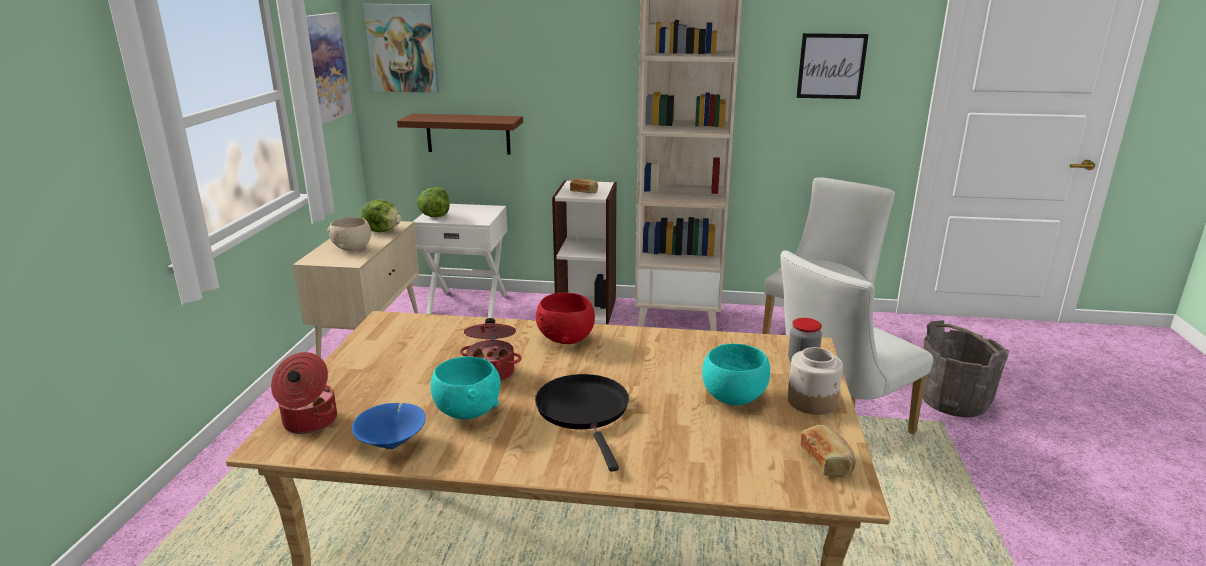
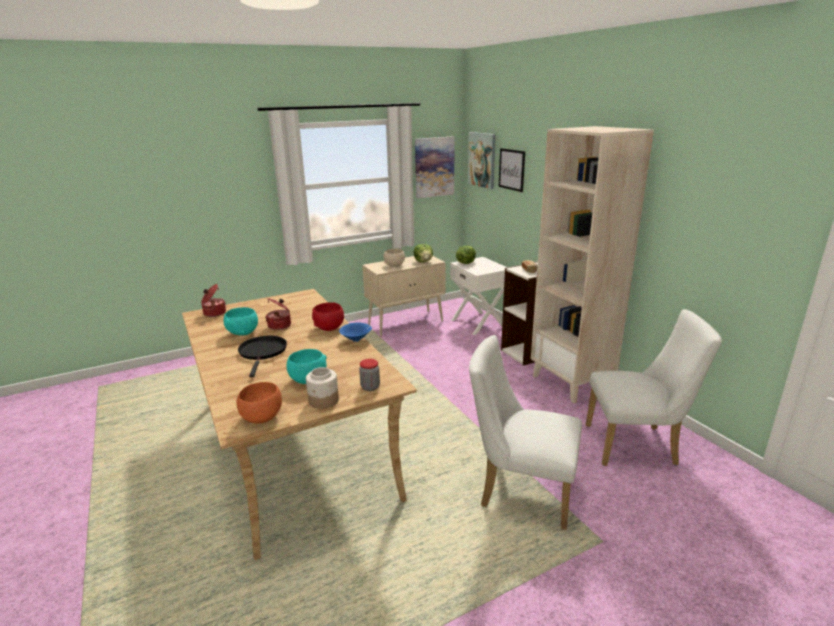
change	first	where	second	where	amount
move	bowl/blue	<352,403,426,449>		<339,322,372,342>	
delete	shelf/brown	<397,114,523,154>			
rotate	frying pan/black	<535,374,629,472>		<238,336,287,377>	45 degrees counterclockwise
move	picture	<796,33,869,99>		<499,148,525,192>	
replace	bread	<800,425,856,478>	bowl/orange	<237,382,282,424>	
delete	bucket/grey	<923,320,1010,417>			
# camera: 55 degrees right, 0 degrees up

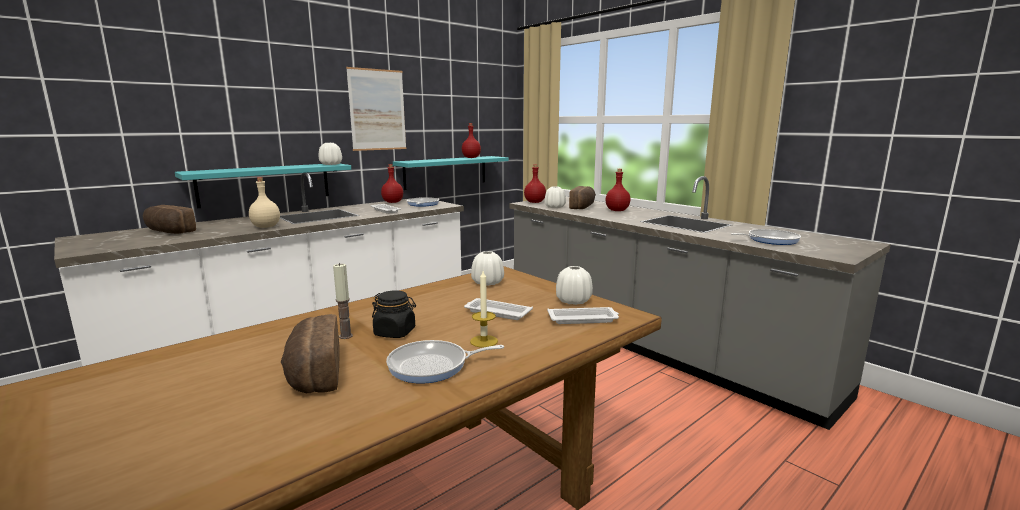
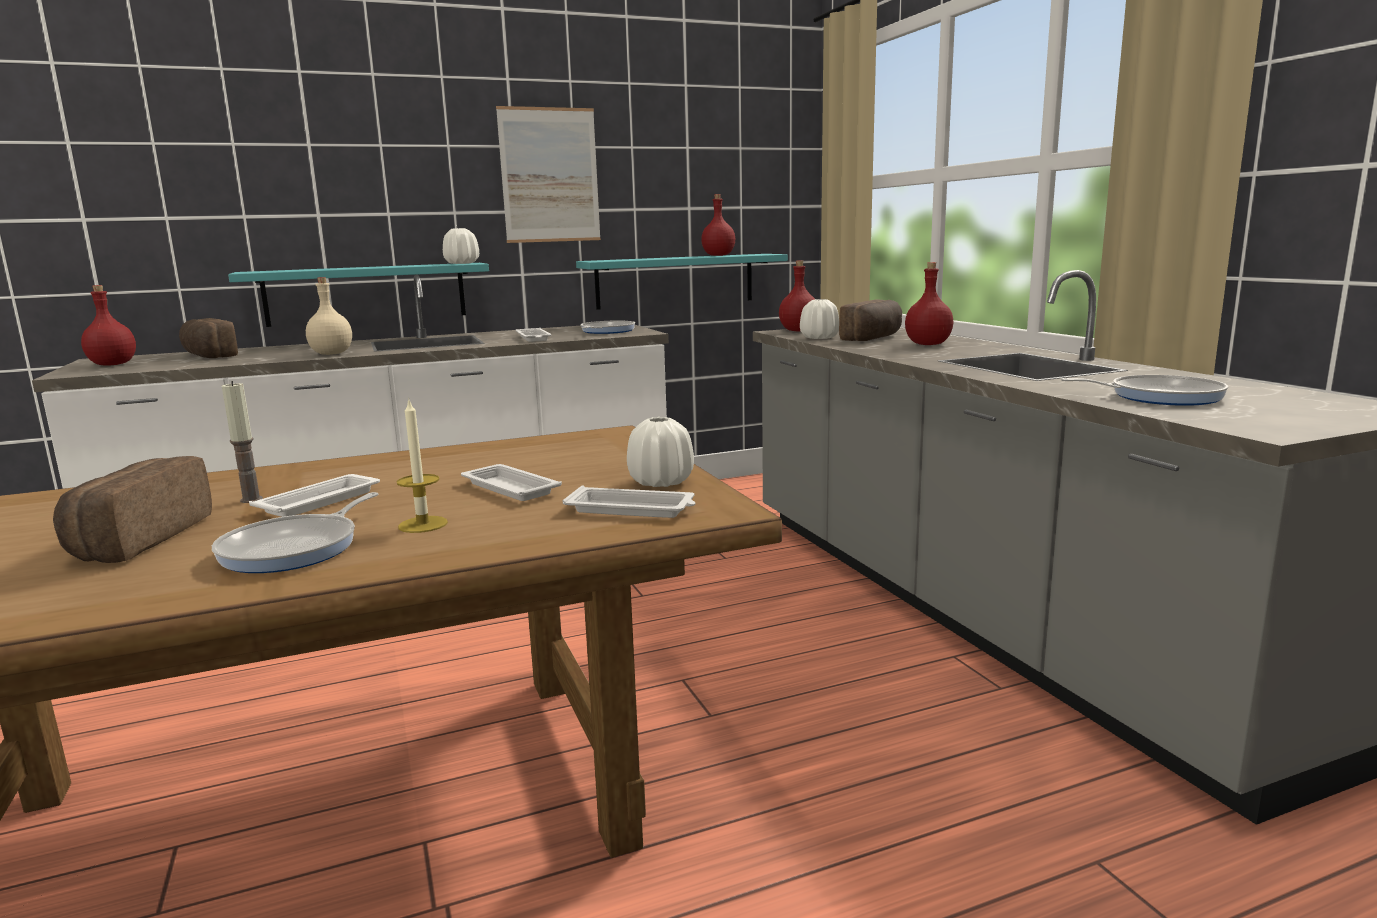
change	first	where	second	where	amount
replace	jar/black	<372,290,416,338>	tray/white	<249,474,380,517>	
move	bottle/red	<381,164,403,203>		<81,285,136,365>	
rotate	frying pan	<386,340,504,384>		<212,492,379,573>	75 degrees counterclockwise
delete	vase/white	<471,251,504,286>			
# camera: 20 degrees right, 0 degrees up

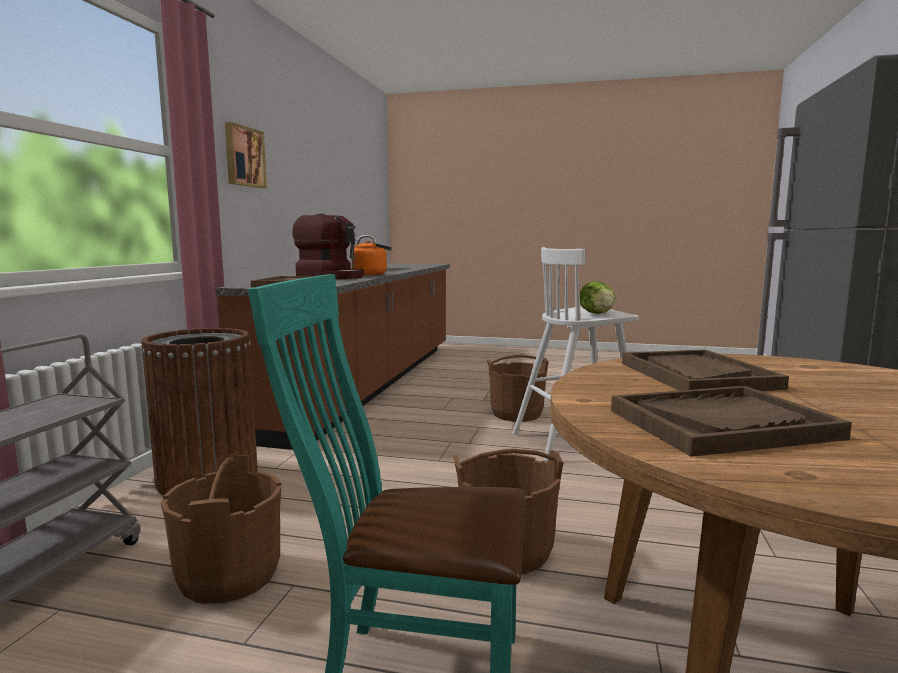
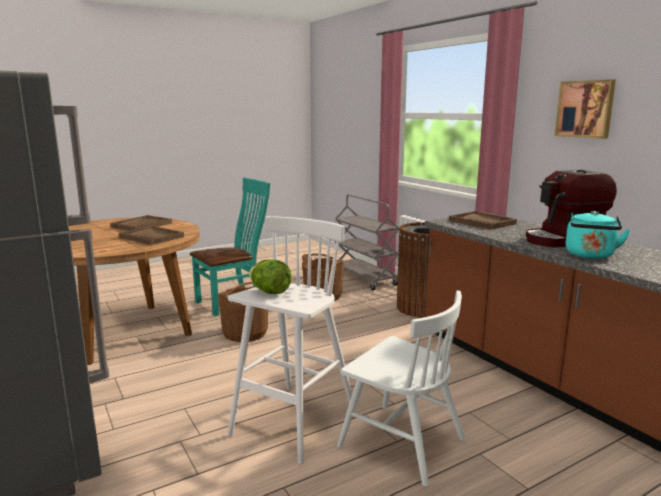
change	first	where	second	where	amount
recolor	kettle/orange	<352,241,392,275>	kettle/turquoise	<566,211,631,259>	
replace	bucket/brown	<487,355,549,422>	chair/white	<337,290,466,486>	
# camera: 135 degrees right, 5 degrees up

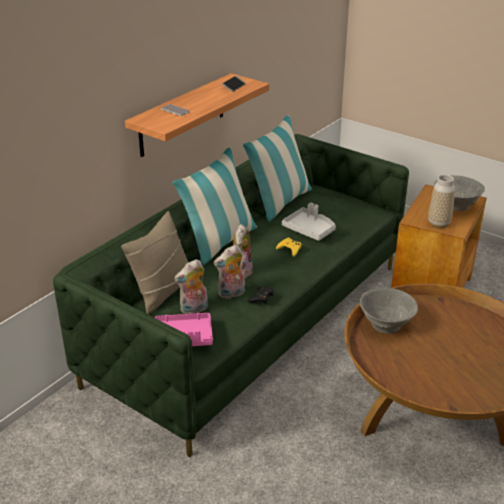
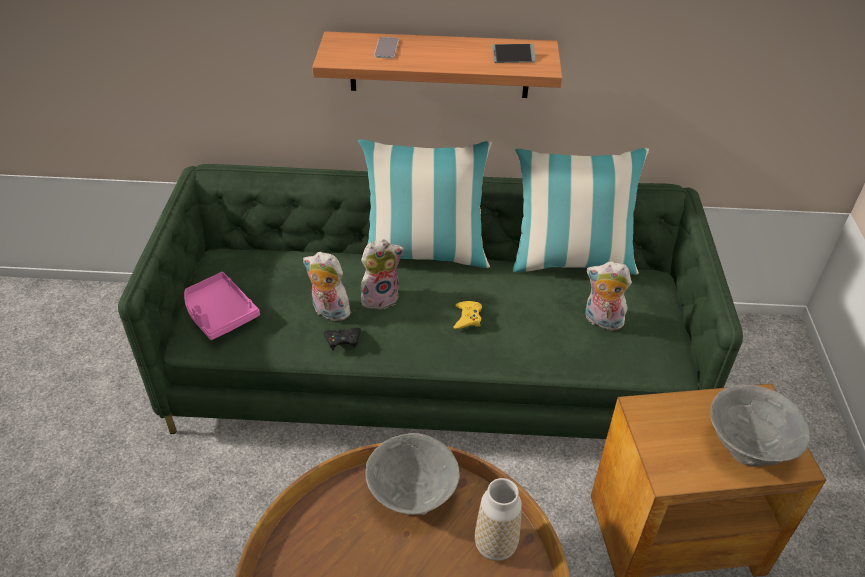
change	first	where	second	where	amount
delete	pillow/beige	<121,211,188,314>			
move	plush toy	<174,259,208,314>		<586,261,632,330>	
delete	tray/grey	<282,203,336,241>			
move	vase	<428,175,455,228>		<475,478,522,561>	
# camera: 55 degrees right, 10 degrees up

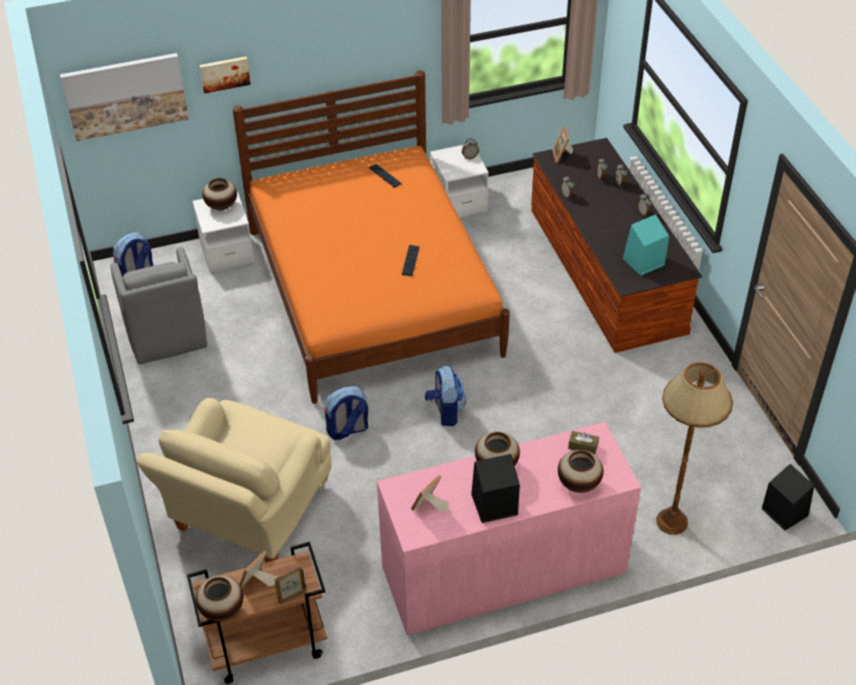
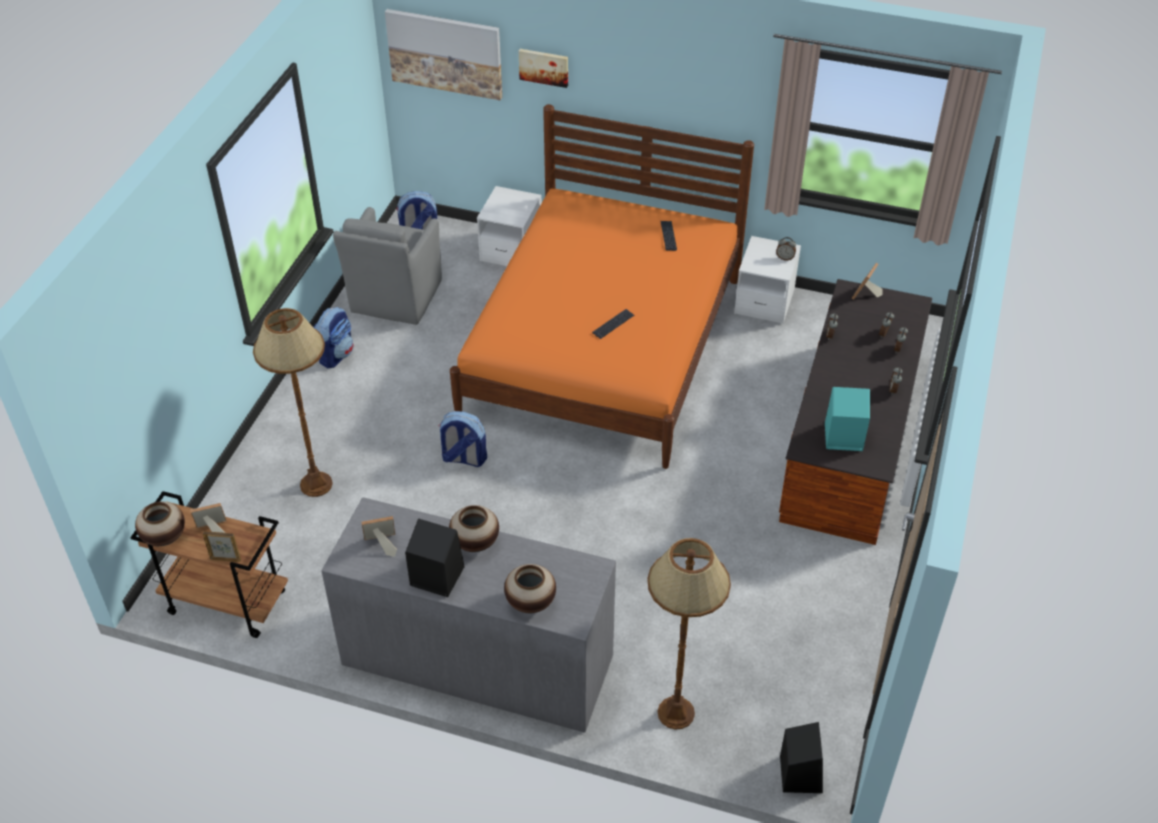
change	first	where	second	where	amount
replace	armchair/beige	<137,398,331,563>	floor lamp/brown	<253,308,333,497>	
delete	vase	<202,178,237,211>			
recolor	dresser/pink	<377,422,641,635>	dresser/grey	<321,497,616,733>	
move	backpack	<425,366,466,426>		<313,307,354,368>	
delete	tissue box/brown	<568,431,599,454>			
# camera: 35 degrees right, 0 degrees up

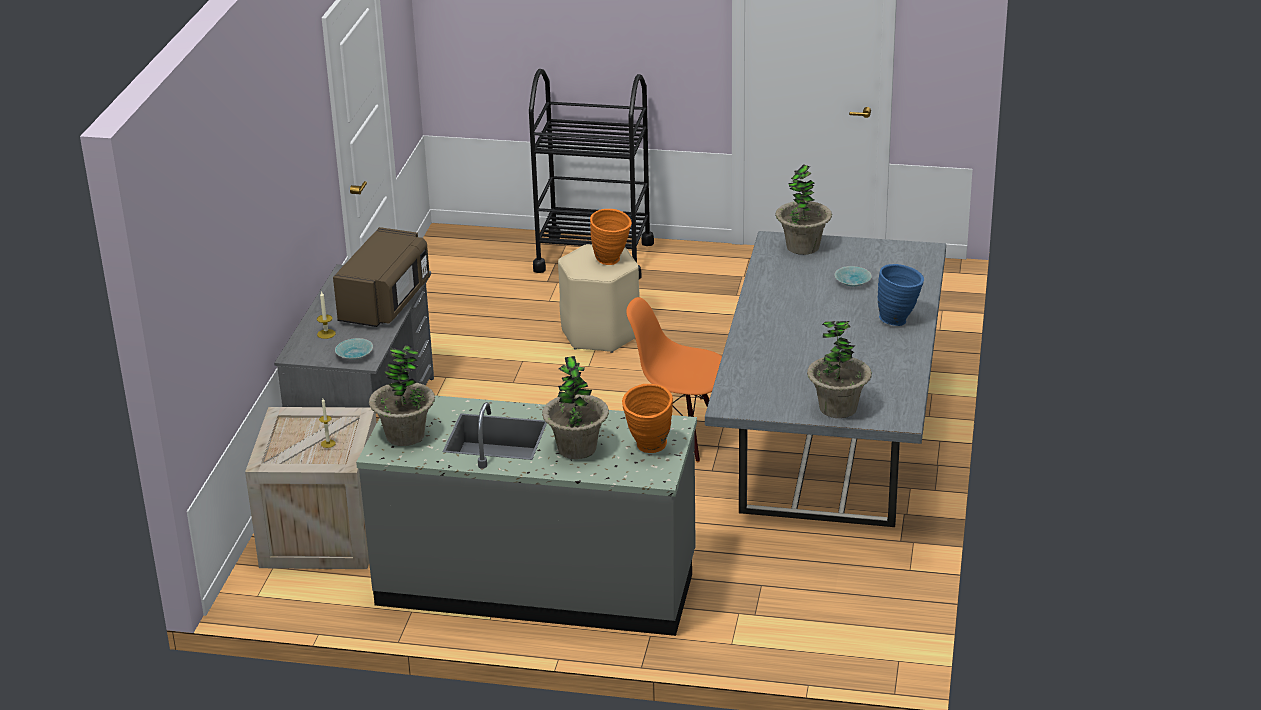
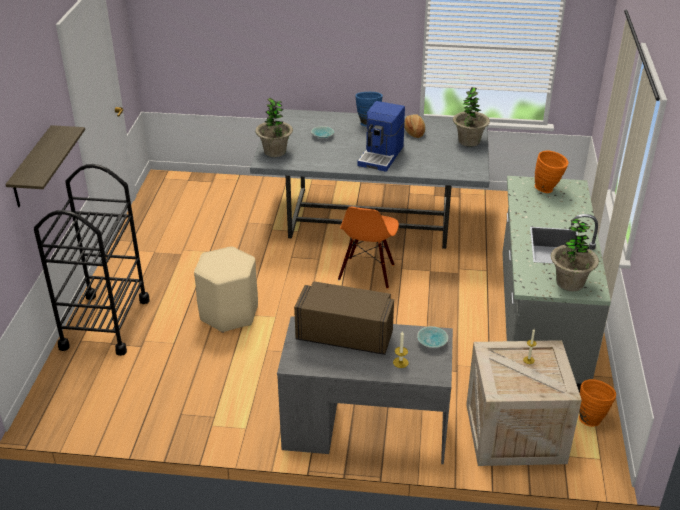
change	first	where	second	where	amount
delete	potted plant	<542,356,609,459>			
move	vase/orange	<590,209,632,265>		<579,379,616,427>	
insert			shelf	<5,125,85,207>	
insert			coffee machine	<357,101,405,172>	
insert			bread	<404,114,425,138>	
# camera: 95 degrees left, 5 degrees up

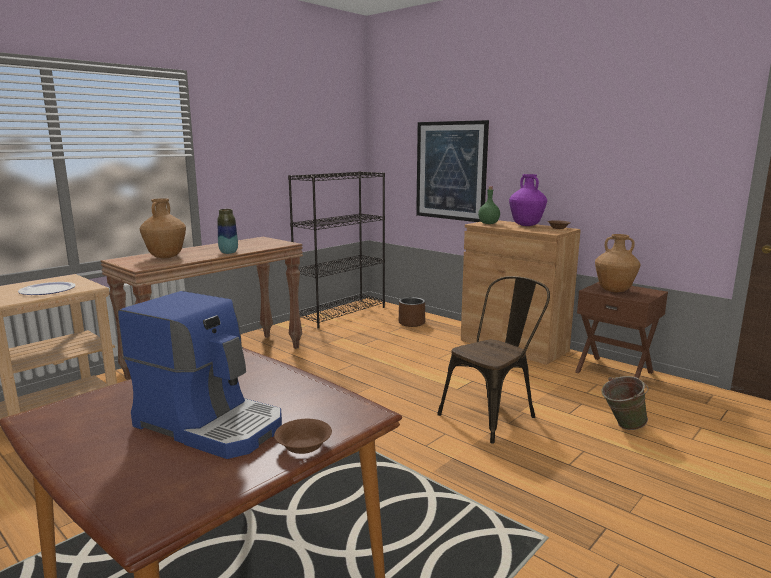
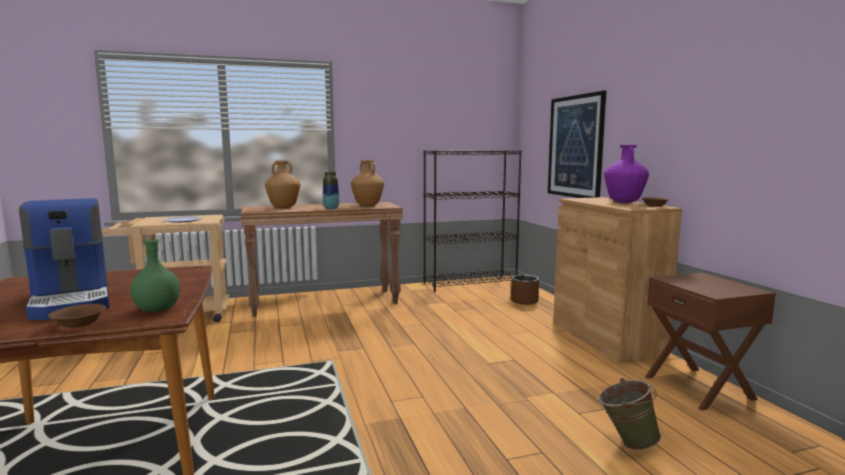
change	first	where	second	where	amount
delete	chair/brown	<437,276,550,444>			
move	bottle/green	<478,187,500,224>		<130,234,180,312>	
move	vase/brown	<595,234,641,292>		<351,160,384,206>	
# camera: 30 degrees right, 5 degrees down

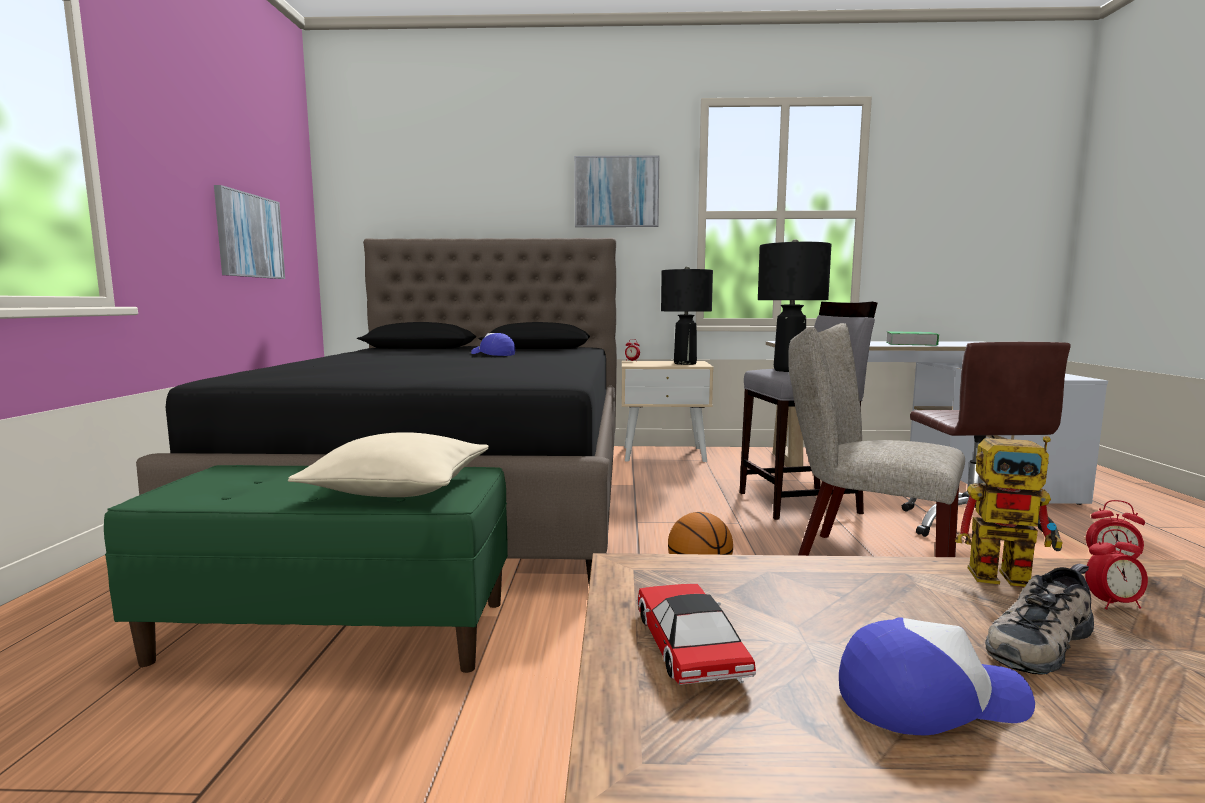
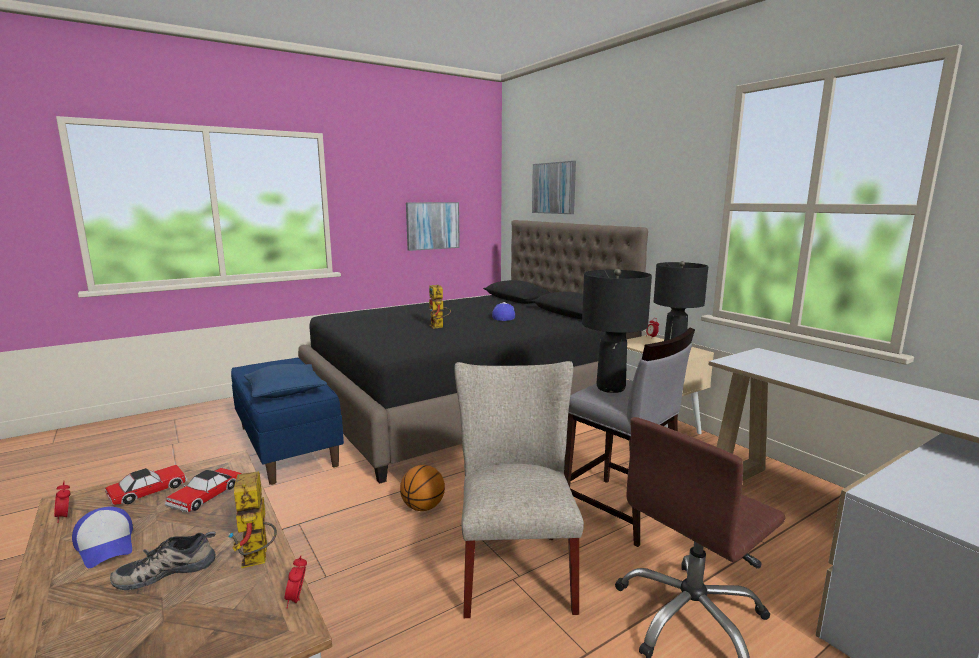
change	first	where	second	where	amount
recolor	bench/green	<104,465,508,673>	bench/blue	<231,358,344,485>	
recolor	pillow/beige	<288,432,489,497>	pillow/blue	<244,364,327,398>	
move	picture	<574,155,659,227>		<532,161,576,214>	
delete	book	<886,331,939,346>			
rotate	shoe	<985,564,1094,675>		<110,531,216,590>	45 degrees counterclockwise
move	alarm clock	<1085,529,1148,610>		<54,481,70,523>	
insert			toy car	<165,468,242,512>	
insert			toy robot	<429,285,451,329>	
# camera: 55 degrees right, 5 degrees up

